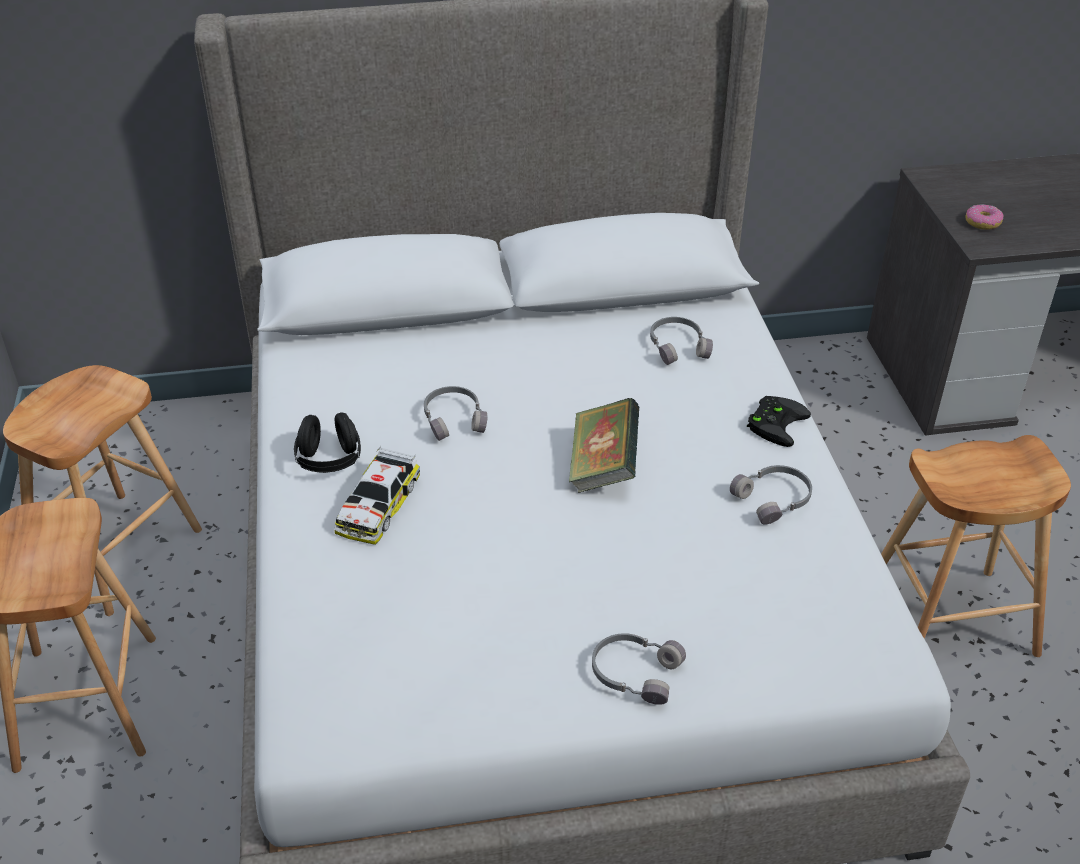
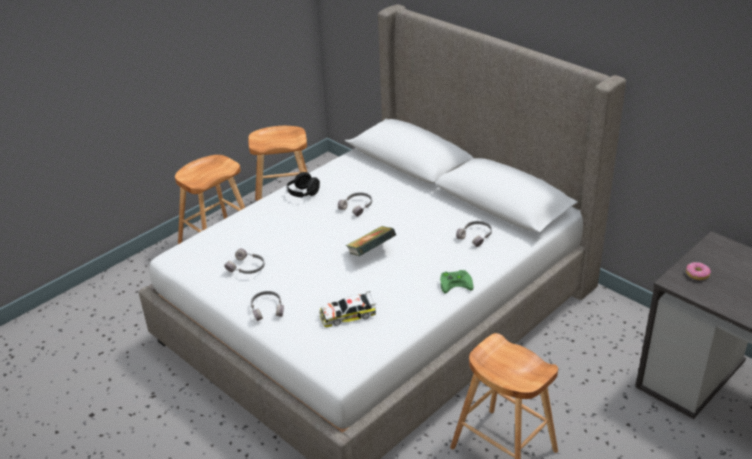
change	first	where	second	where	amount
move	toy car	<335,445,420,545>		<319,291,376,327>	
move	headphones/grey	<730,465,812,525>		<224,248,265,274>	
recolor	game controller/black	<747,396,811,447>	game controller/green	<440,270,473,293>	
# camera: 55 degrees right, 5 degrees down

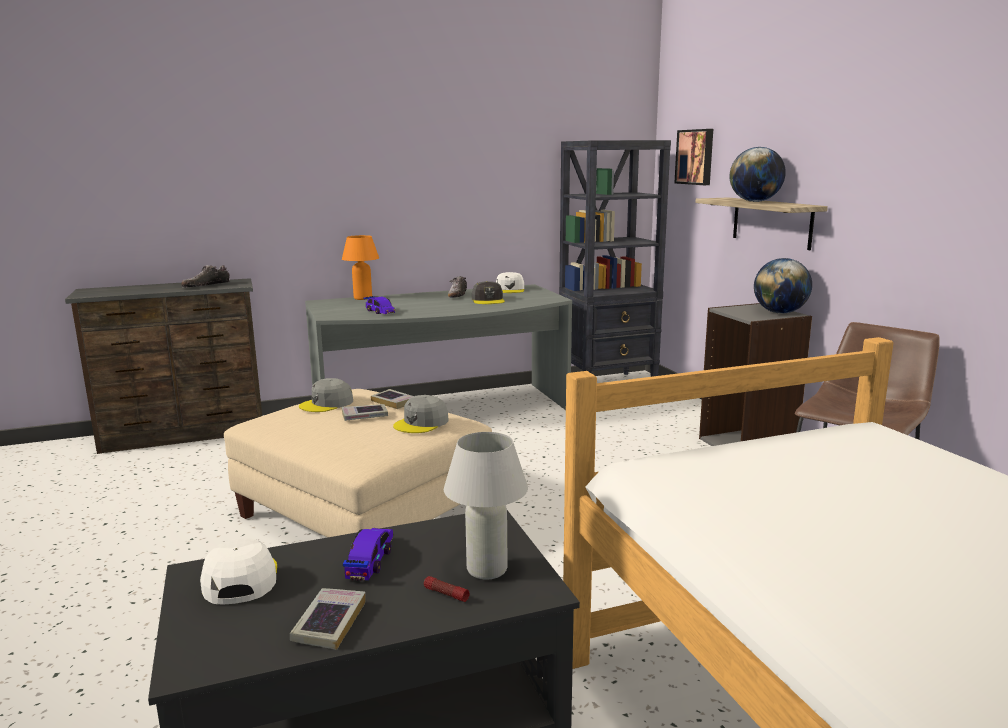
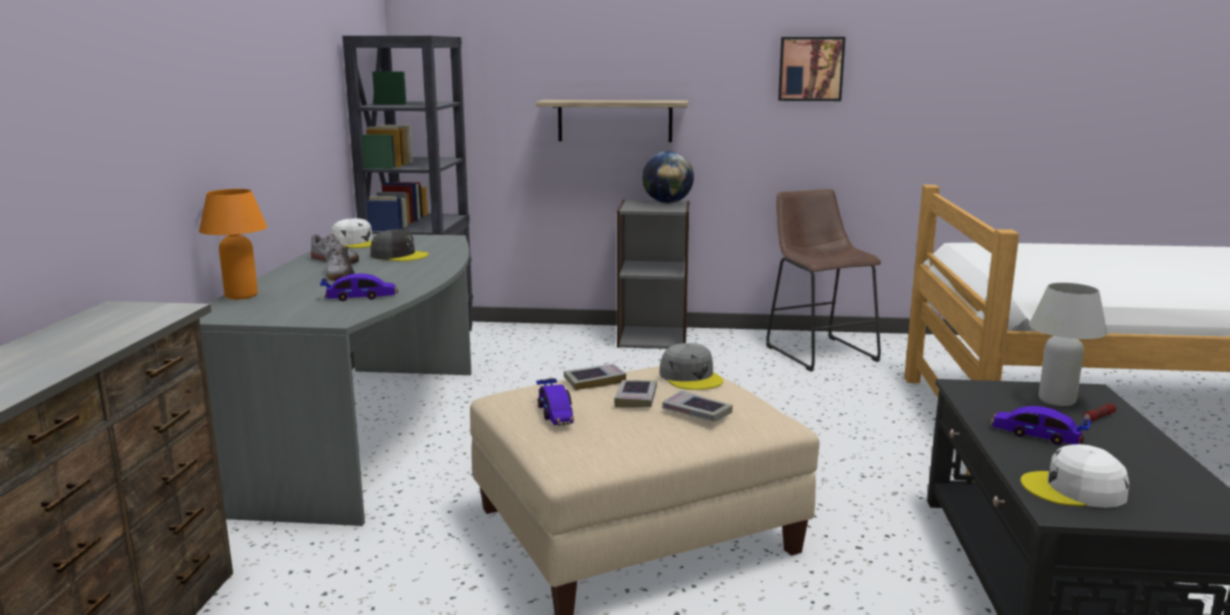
change	first	where	second	where	amount
move	shoe	<181,265,230,287>		<324,244,355,281>	
move	book	<290,588,365,650>		<662,390,733,422>	
replace	cap/grey	<299,378,353,412>	toy car	<536,378,574,426>	
move	picture	<674,129,713,185>		<778,37,846,101>	
delete	globe	<730,147,786,202>			
# camera: 65 degrees left, 0 degrees up

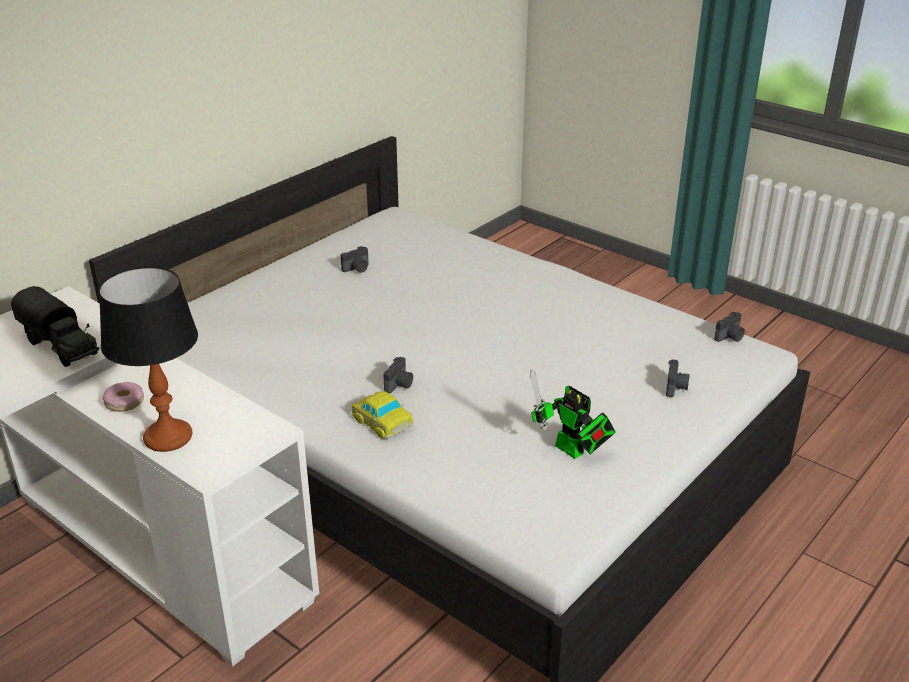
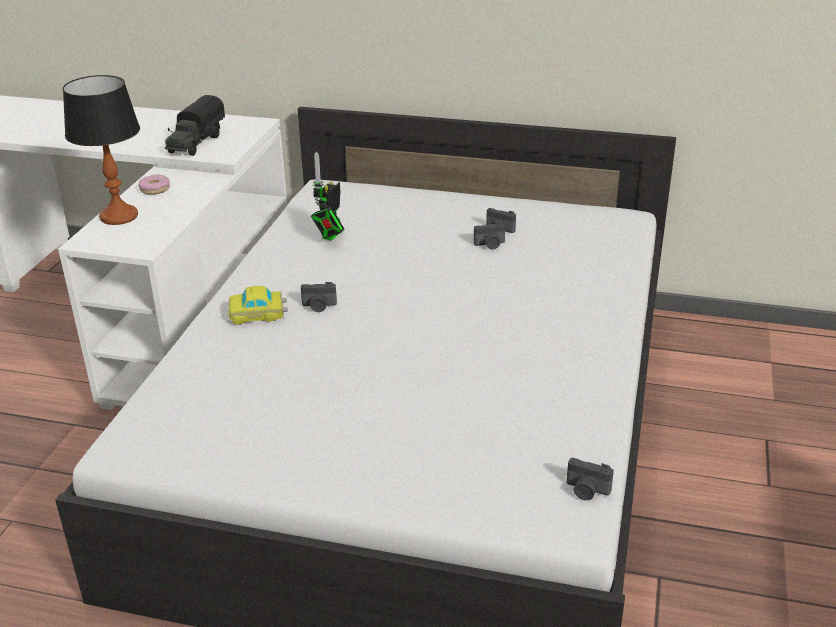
change	first	where	second	where	amount
rotate	toy car	<351,391,414,439>		<228,286,288,325>	60 degrees clockwise
move	toy robot	<530,369,615,459>		<311,151,344,240>	
move	photo camera	<666,359,690,397>		<474,222,505,250>	
# camera: 65 degrees right, 0 degrees up

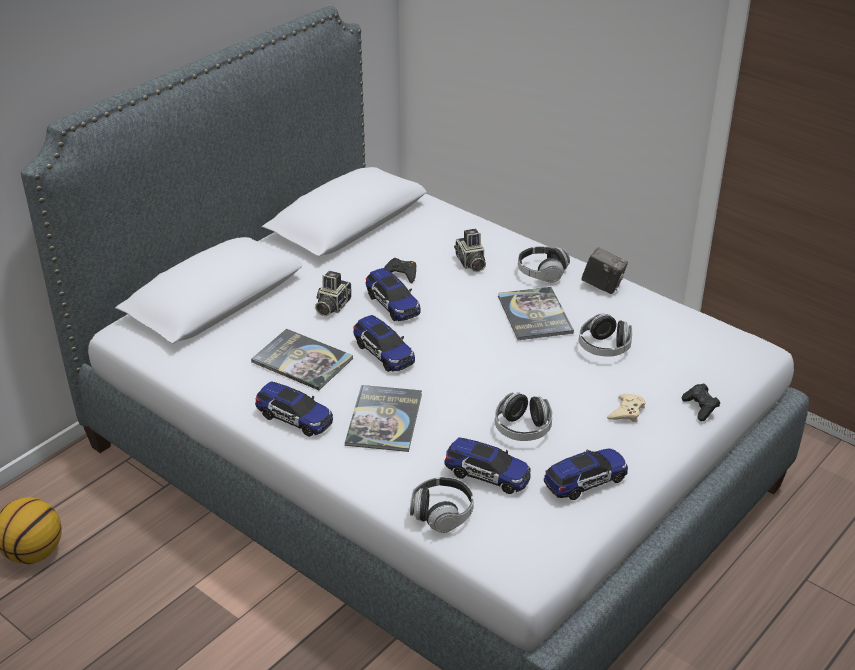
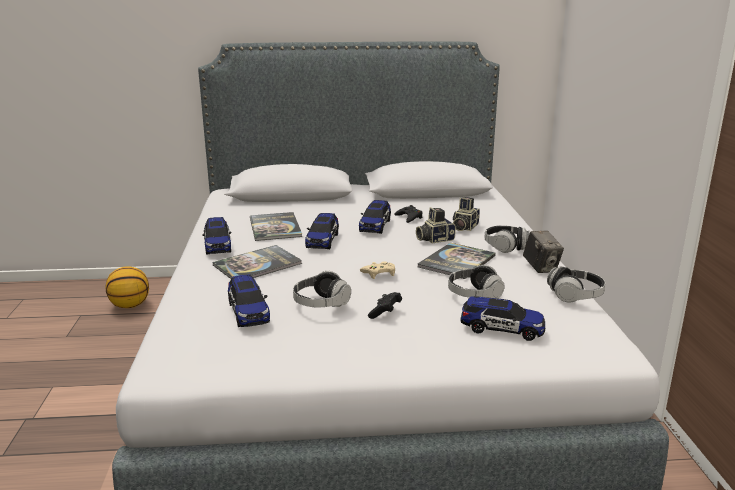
change	first	where	second	where	amount
move	photo camera	<315,271,351,316>		<416,207,456,243>	
move	headphones	<410,477,474,533>		<547,266,605,303>	
move	toy car	<544,448,628,500>		<461,296,545,341>	
move	game controller/beige	<607,394,646,422>		<360,261,395,279>	
move	game controller/black	<682,383,720,421>		<368,292,402,319>	
# camera: 45 degrees right, 15 degrees down

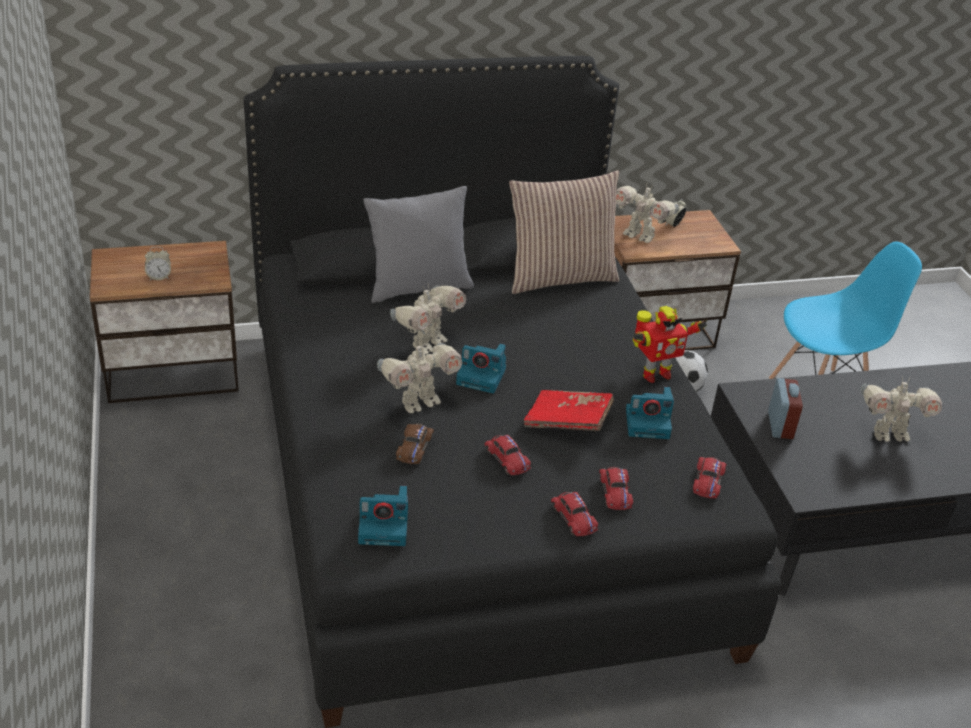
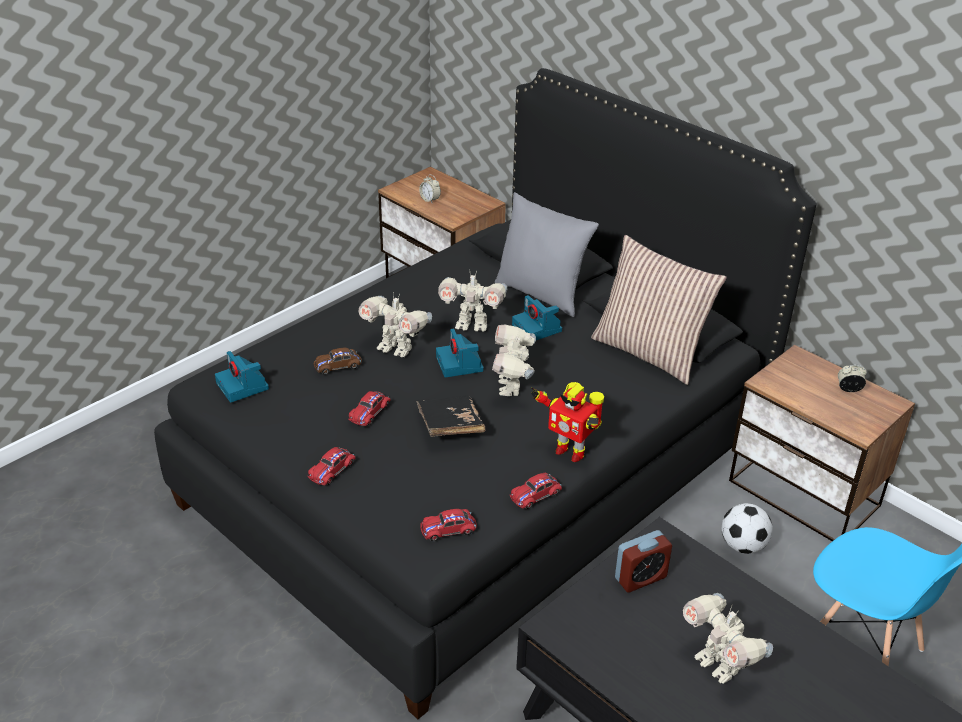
change	first	where	second	where	amount
recolor	book/red	<524,390,614,431>	book/black	<416,395,485,437>	
move	toy car/red	<599,467,633,510>		<510,472,562,509>	
move	toy robot	<616,184,679,243>		<492,325,536,396>	
move	photo camera	<626,387,674,439>		<512,295,562,340>	
# camera: 60 degrees right, 0 degrees up

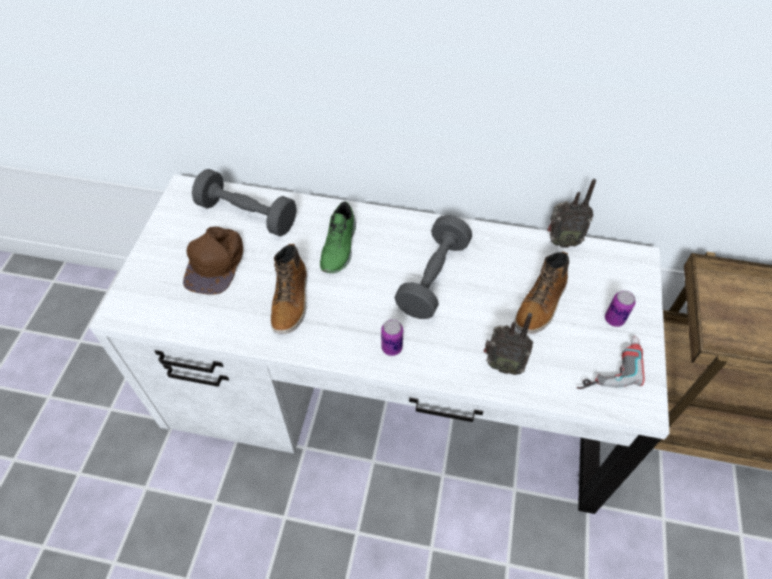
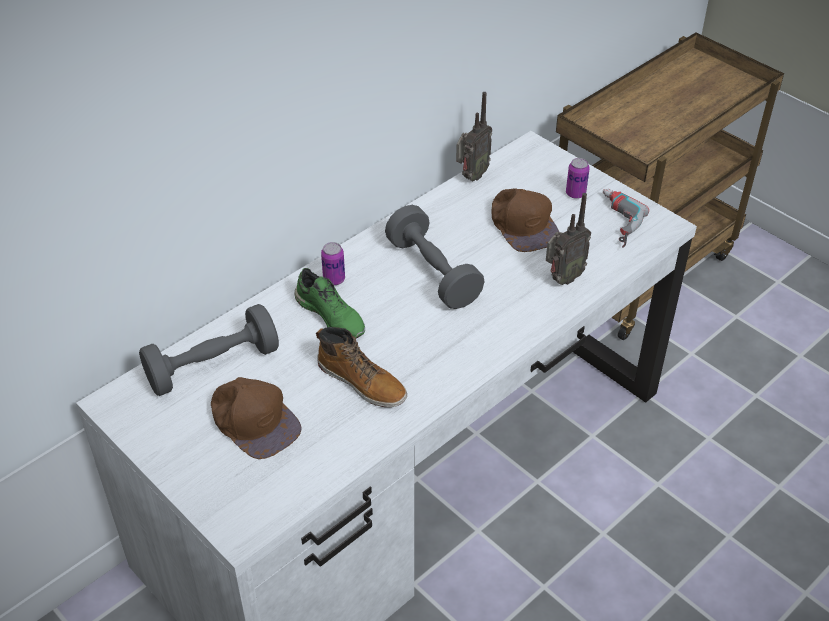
change	first	where	second	where	amount
move	can	<381,319,403,356>		<321,242,345,285>	
replace	boot	<515,251,569,334>	cap/brown	<492,188,560,252>	
# camera: 55 degrees left, 10 degrees down

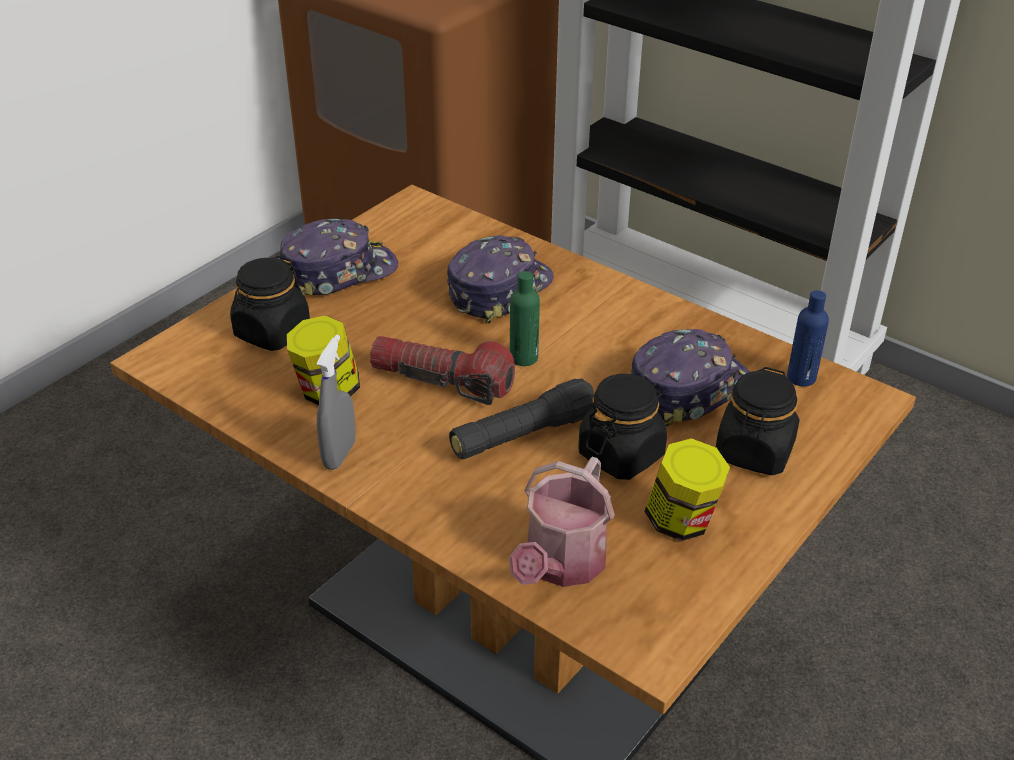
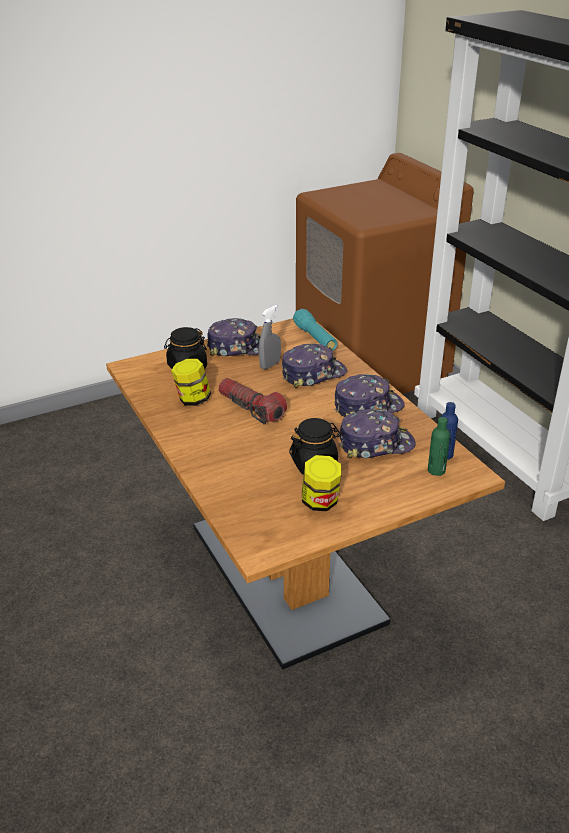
change	first	where	second	where	amount
move	spray bottle/grey	<317,334,356,470>		<259,305,281,370>	
delete	flashlight/black	<449,378,594,459>			
delete	watering can	<509,457,615,587>			
move	bottle/green	<510,271,540,366>		<428,417,450,476>	
delete	jar/black	<716,367,799,475>			
insert			flashlight/turquoise	<293,309,337,351>	
insert			cap	<334,374,405,417>	
# camera: 25 degrees right, 5 degrees down

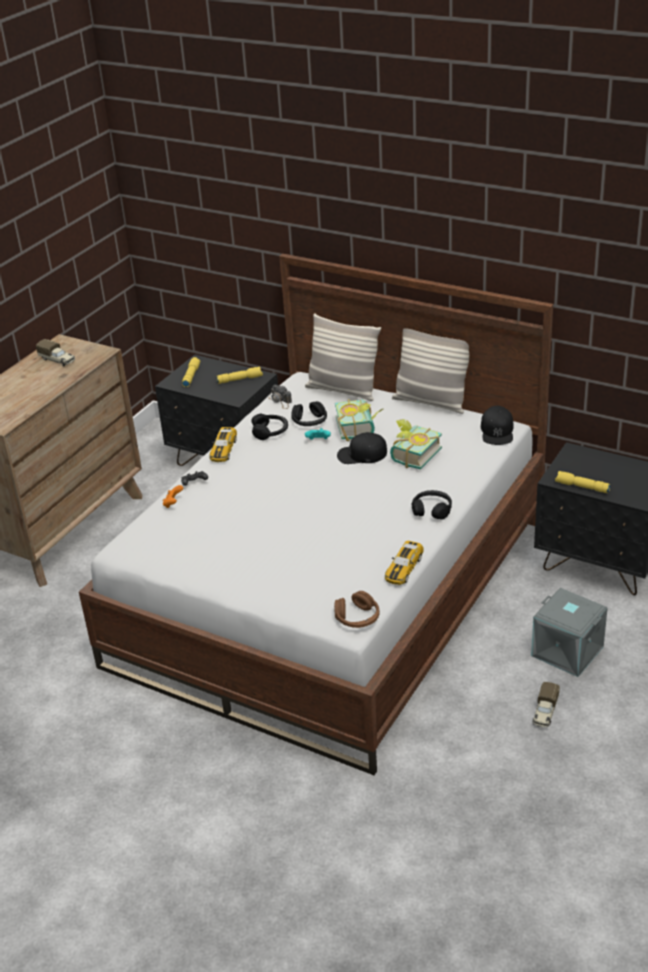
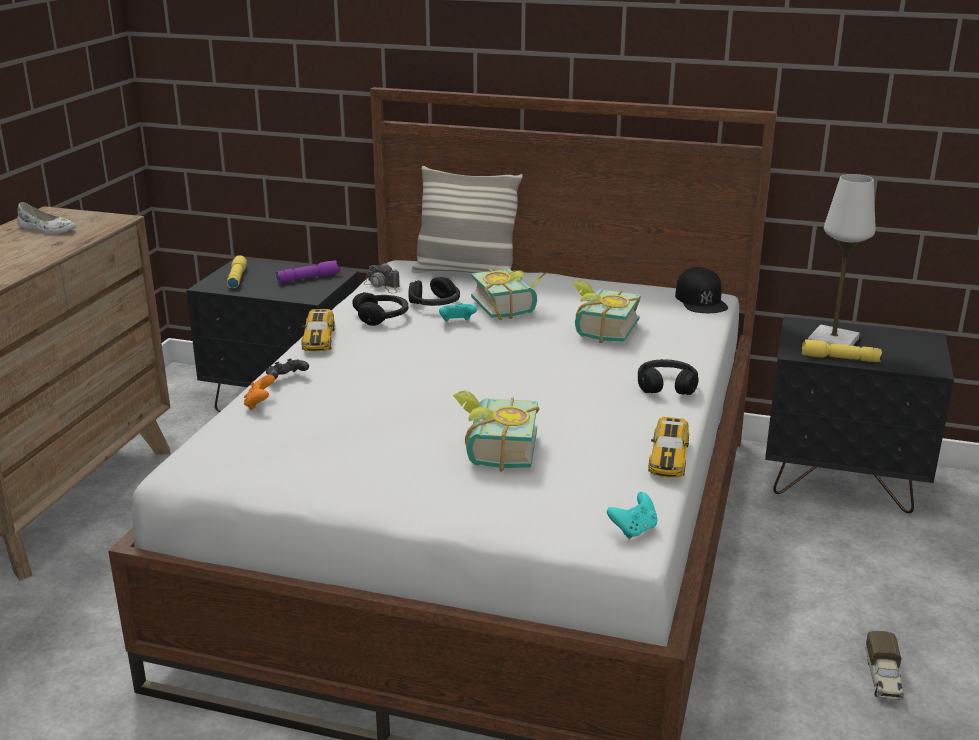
change	first	where	second	where	amount
replace	toy truck	<36,339,75,367>	shoe/white	<17,202,76,234>	
recolor	flashlight/yellow	<216,367,263,384>	flashlight/purple	<276,260,340,283>	
replace	headphones/brown	<334,591,379,628>	game controller/turquoise	<607,492,657,539>	
delete	cap/black	<337,432,387,464>			
delete	pillow	<392,328,469,414>			
delete	storage box/grey	<531,588,608,677>			
insert			book	<453,390,539,472>	
insert			table lamp/white	<808,174,875,346>	
# camera: 15 degrees left, 10 degrees down

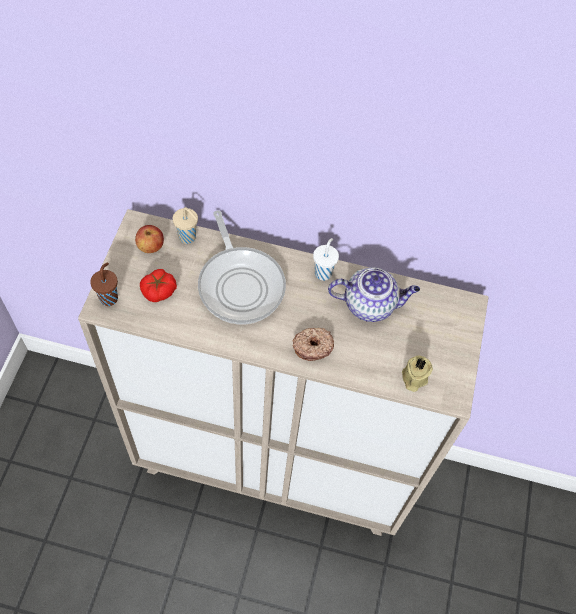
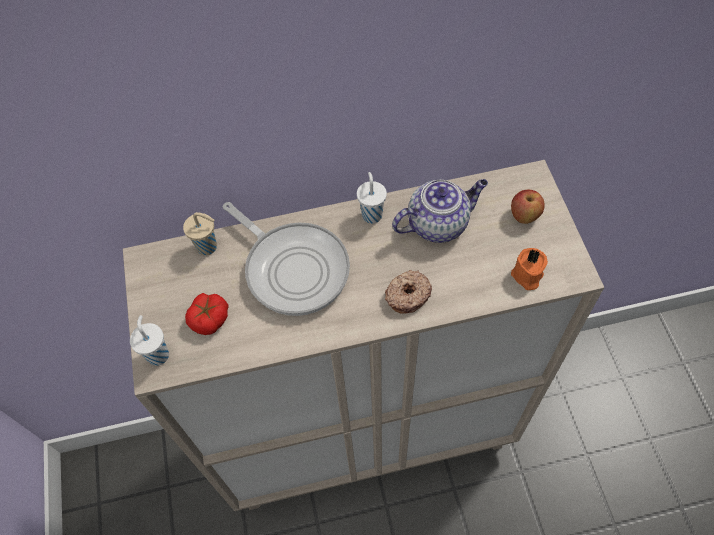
change	first	where	second	where	amount
recolor	cup/brown	<90,263,118,306>	cup/white	<130,315,169,366>	
move	apple	<135,225,164,253>		<511,190,545,224>	
recolor	candle/beige	<402,355,433,392>	candle/orange	<511,248,548,290>	
# camera: 20 degrees left, 0 degrees up

